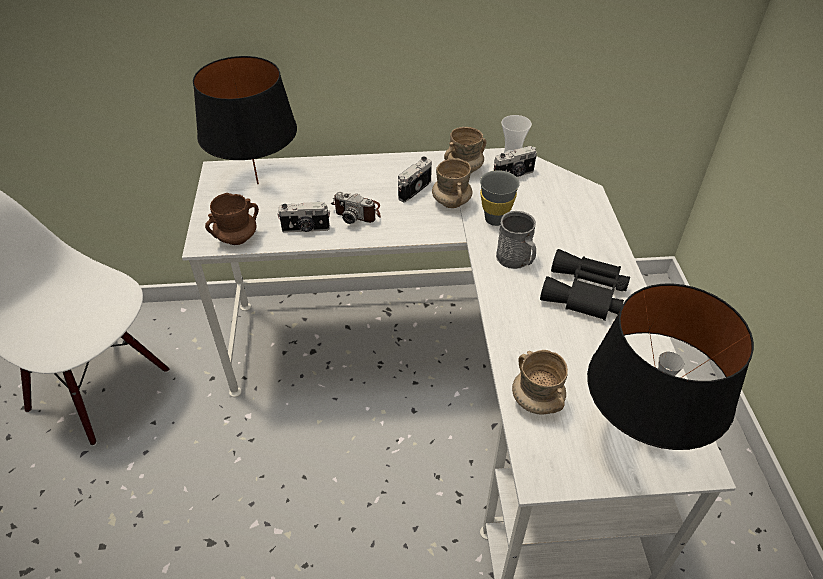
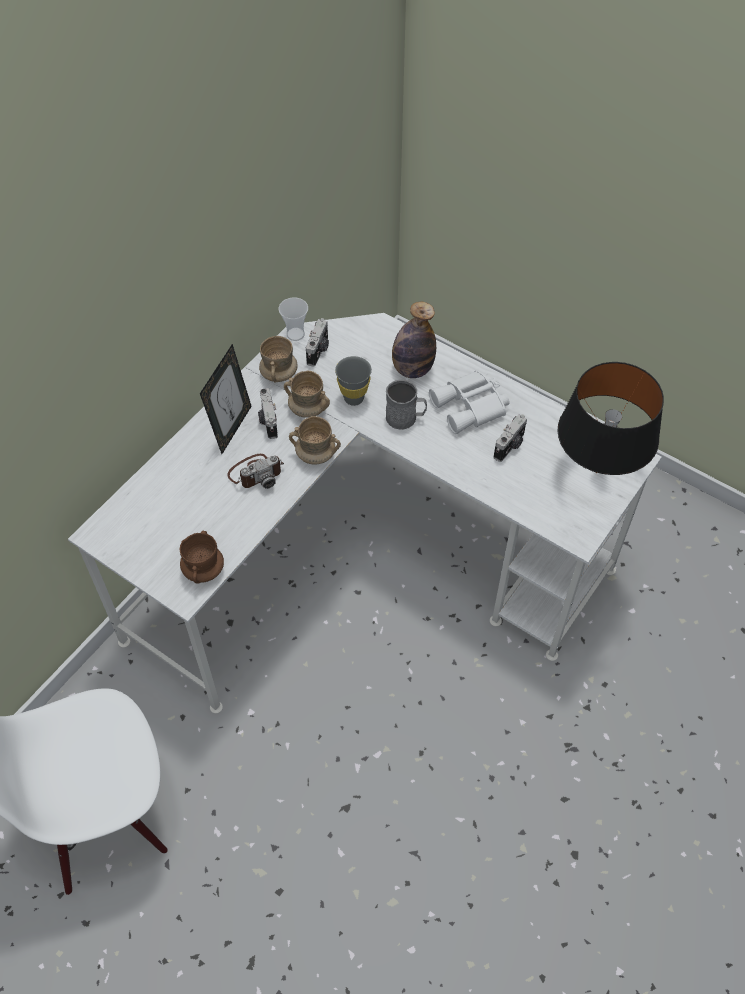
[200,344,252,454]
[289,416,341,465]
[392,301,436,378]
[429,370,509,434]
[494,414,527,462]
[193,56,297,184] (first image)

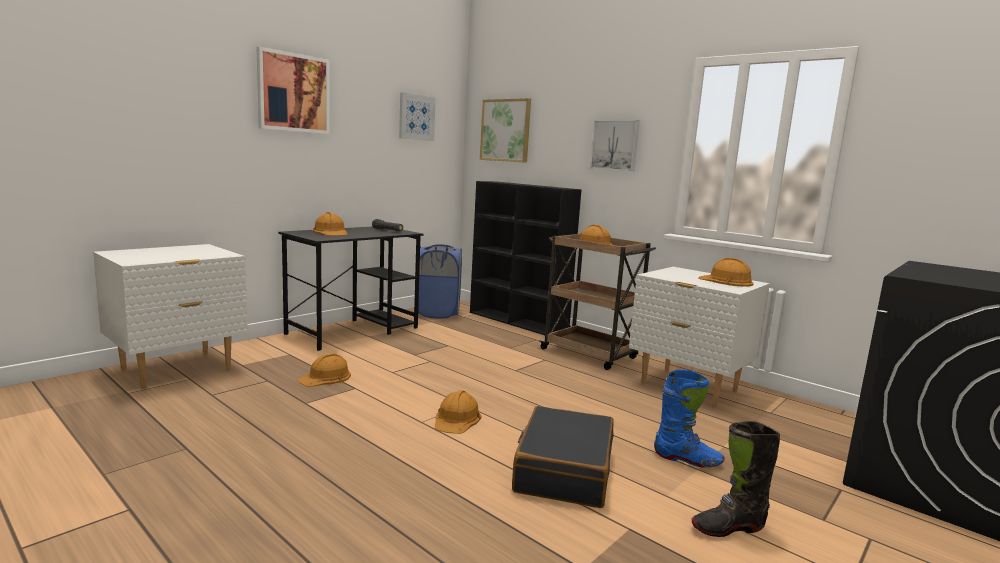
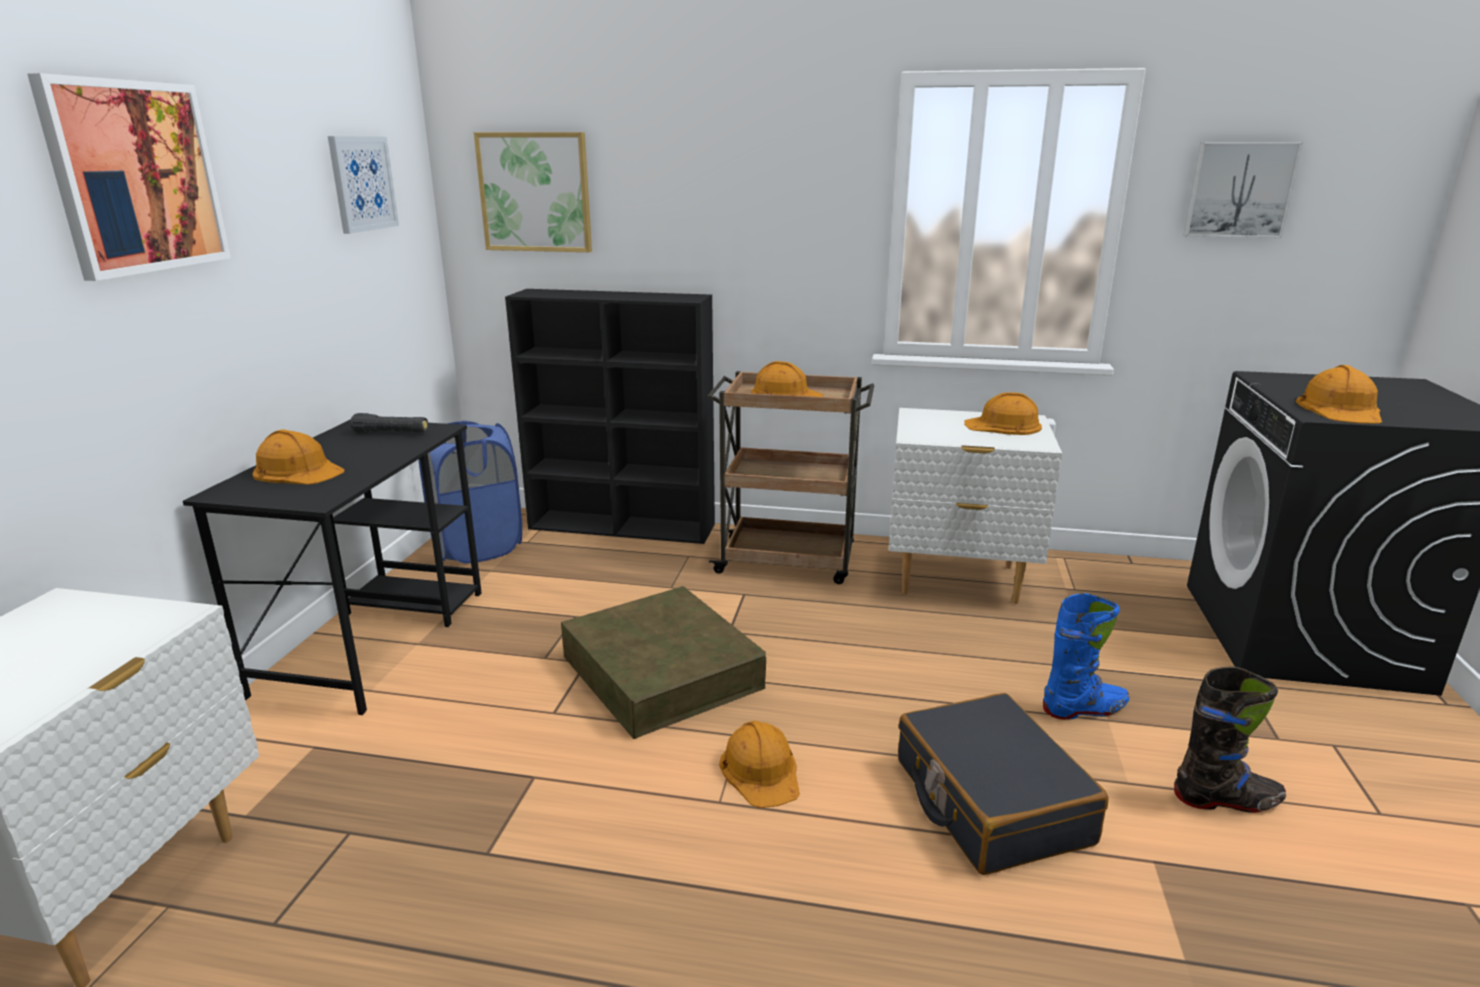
[561,586,766,739]
[1174,667,1286,813]
[1183,142,1303,238]
[1296,365,1382,424]

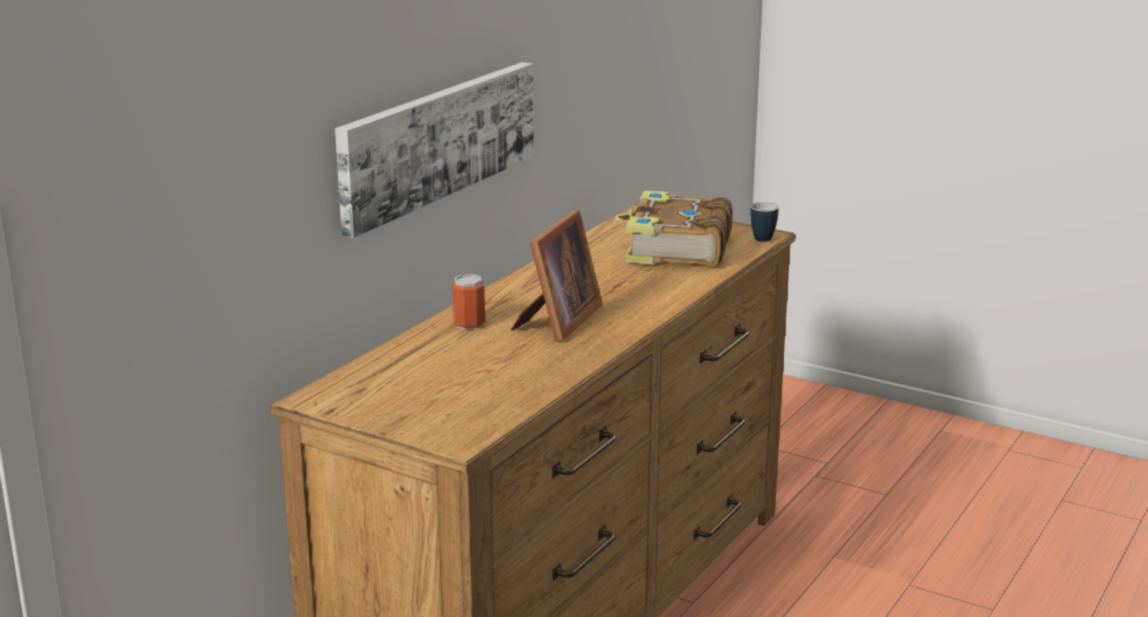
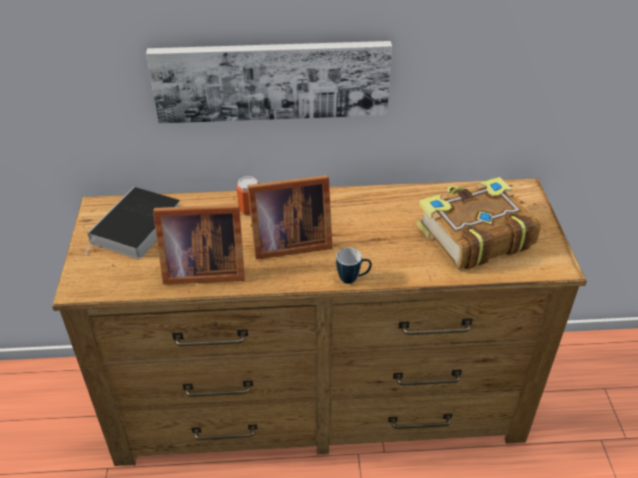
[84,187,180,259]
[153,204,245,285]
[336,247,372,284]

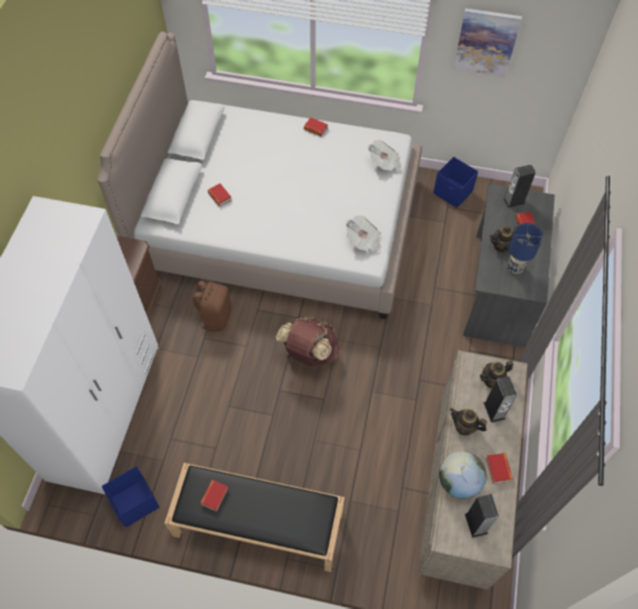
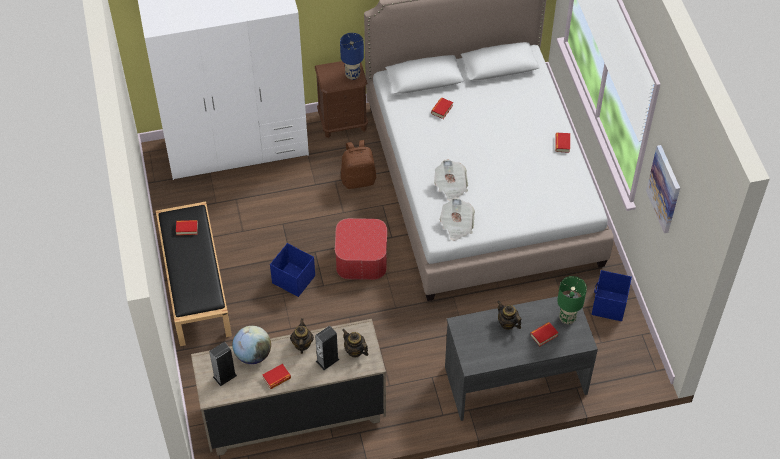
[270,243,315,297]
[335,218,387,280]
[340,33,364,80]
[434,159,468,201]
[557,276,587,324]

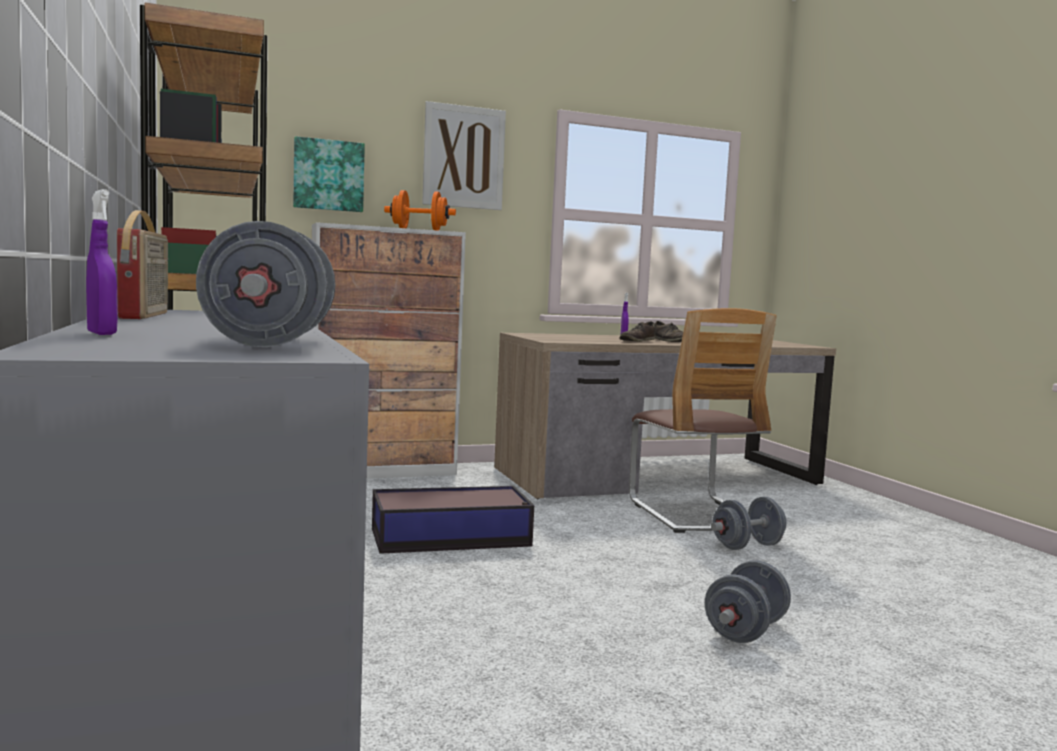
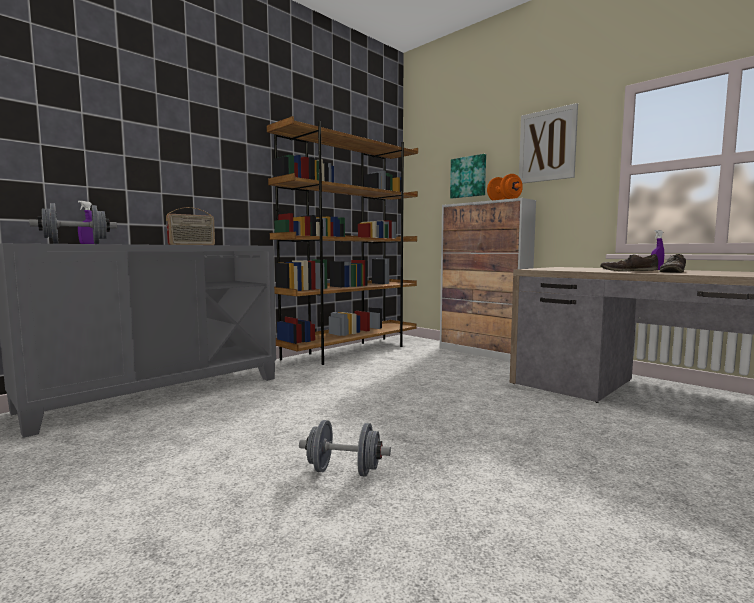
[372,486,534,554] (first image)
[629,308,777,533] (first image)
[711,497,786,550] (first image)

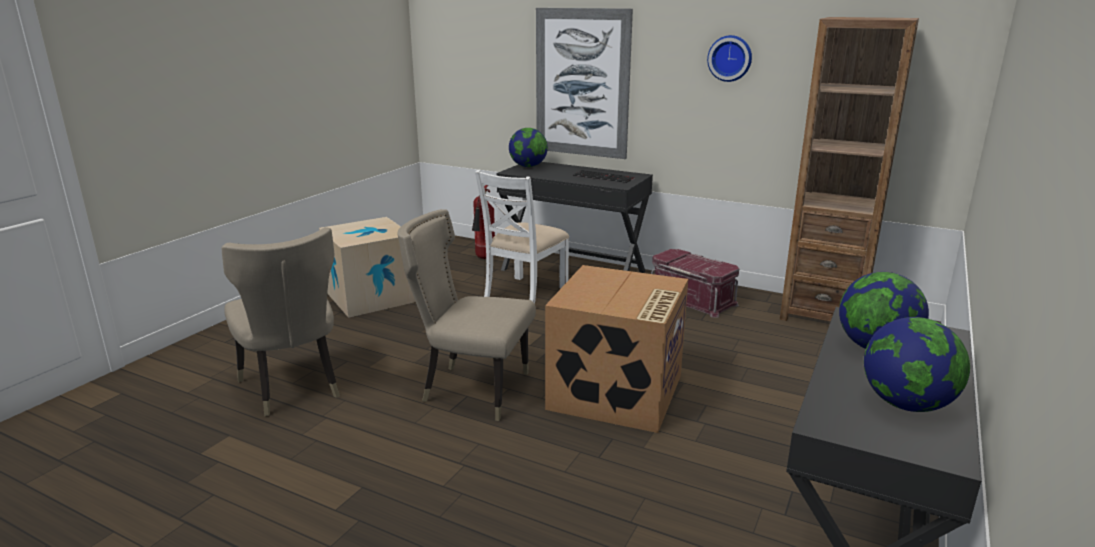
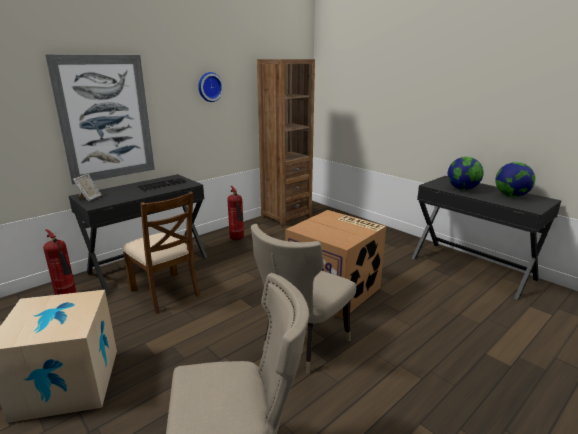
[73,174,102,201]
[122,191,200,314]
[227,186,244,240]

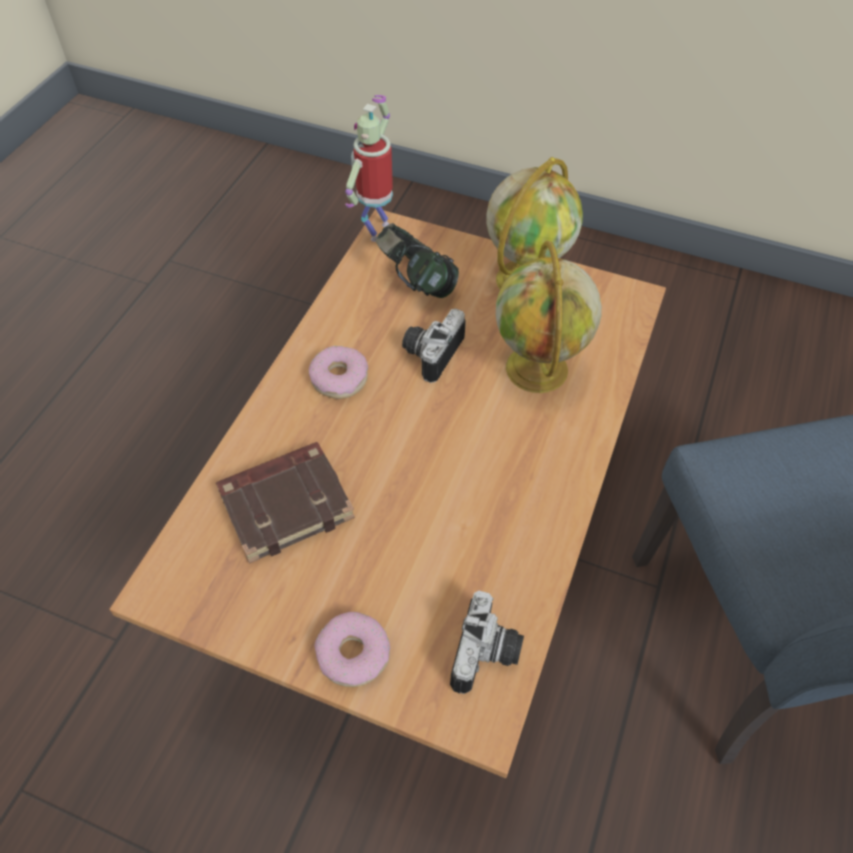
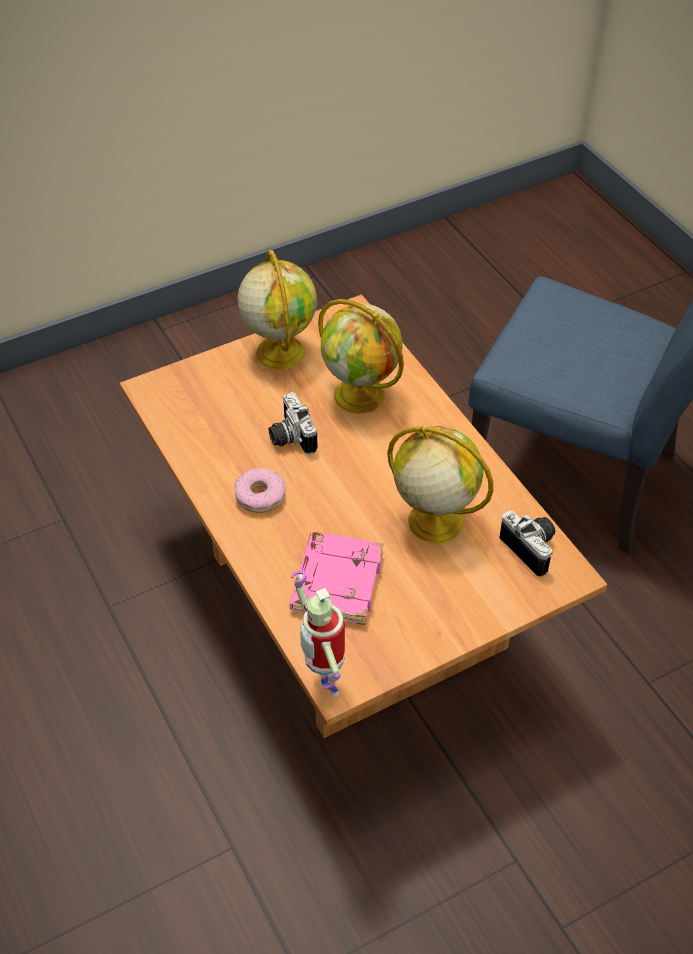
[290,532,383,625]
[291,571,345,697]
[387,426,494,544]
[314,612,390,687] (first image)
[375,223,459,298] (first image)

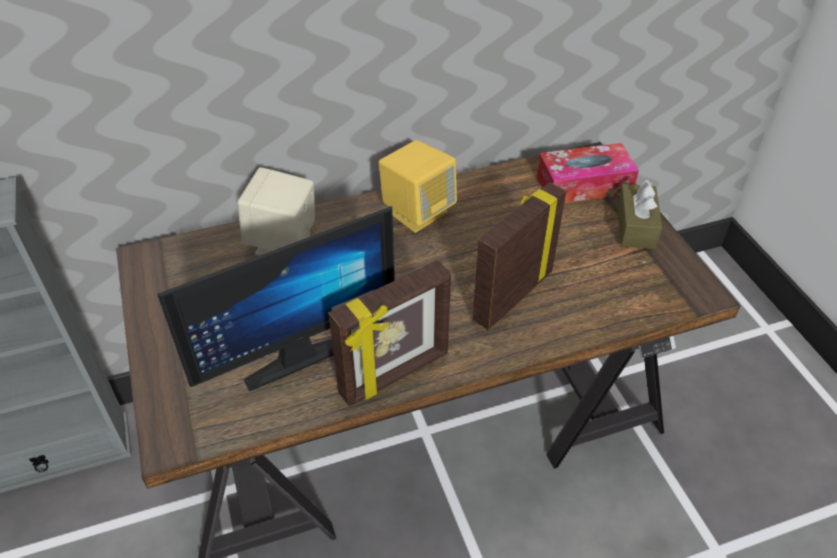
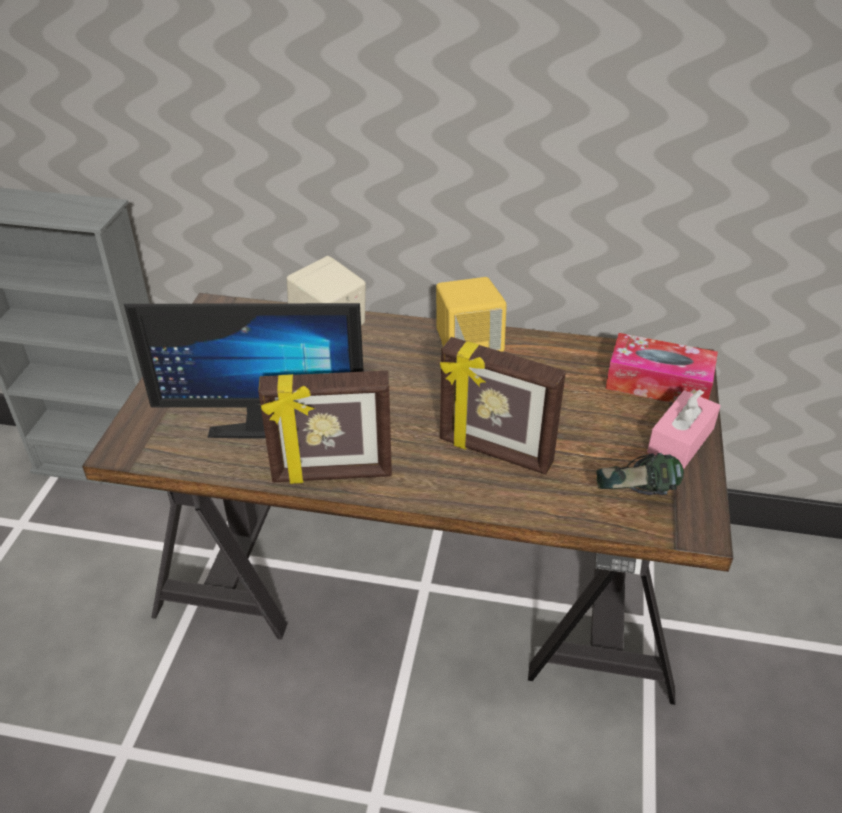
[440,337,566,475]
[596,453,684,495]
[647,389,721,469]

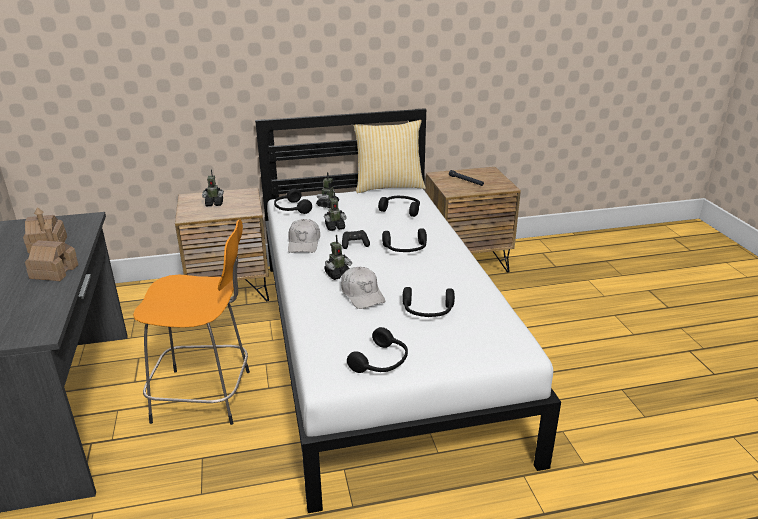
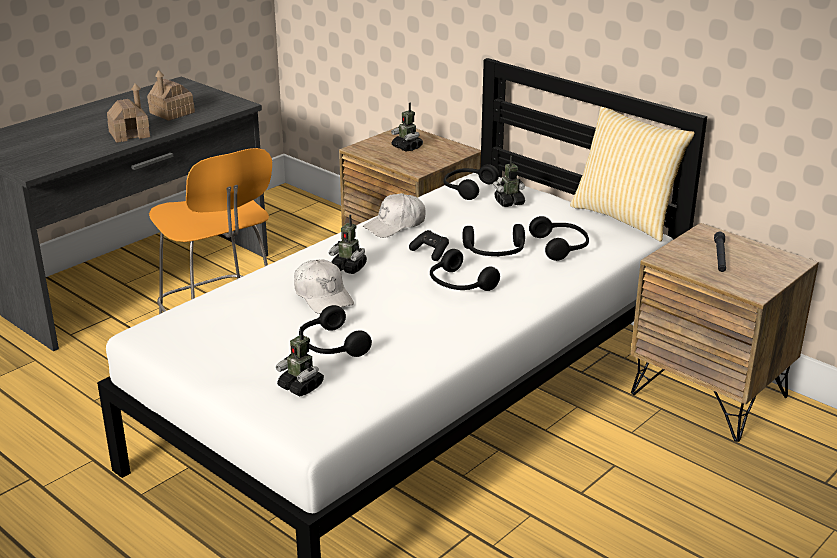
[276,326,324,397]
[294,260,354,314]
[463,224,525,256]

